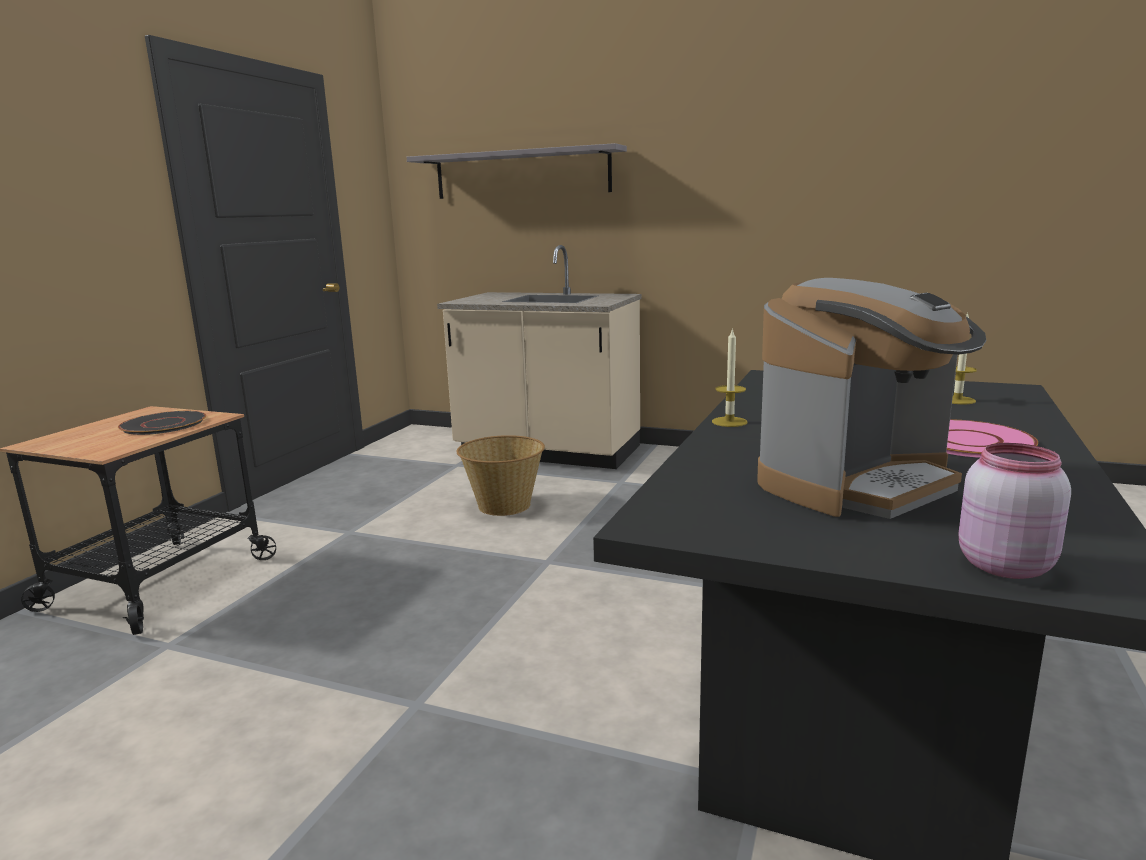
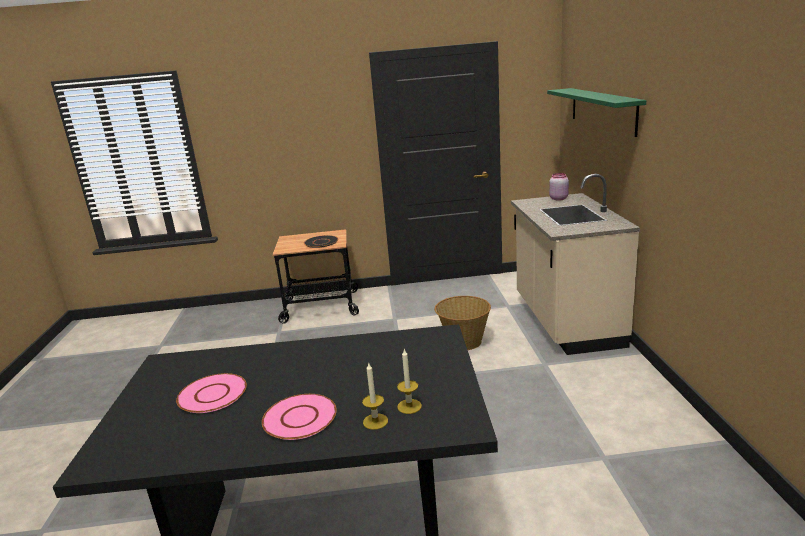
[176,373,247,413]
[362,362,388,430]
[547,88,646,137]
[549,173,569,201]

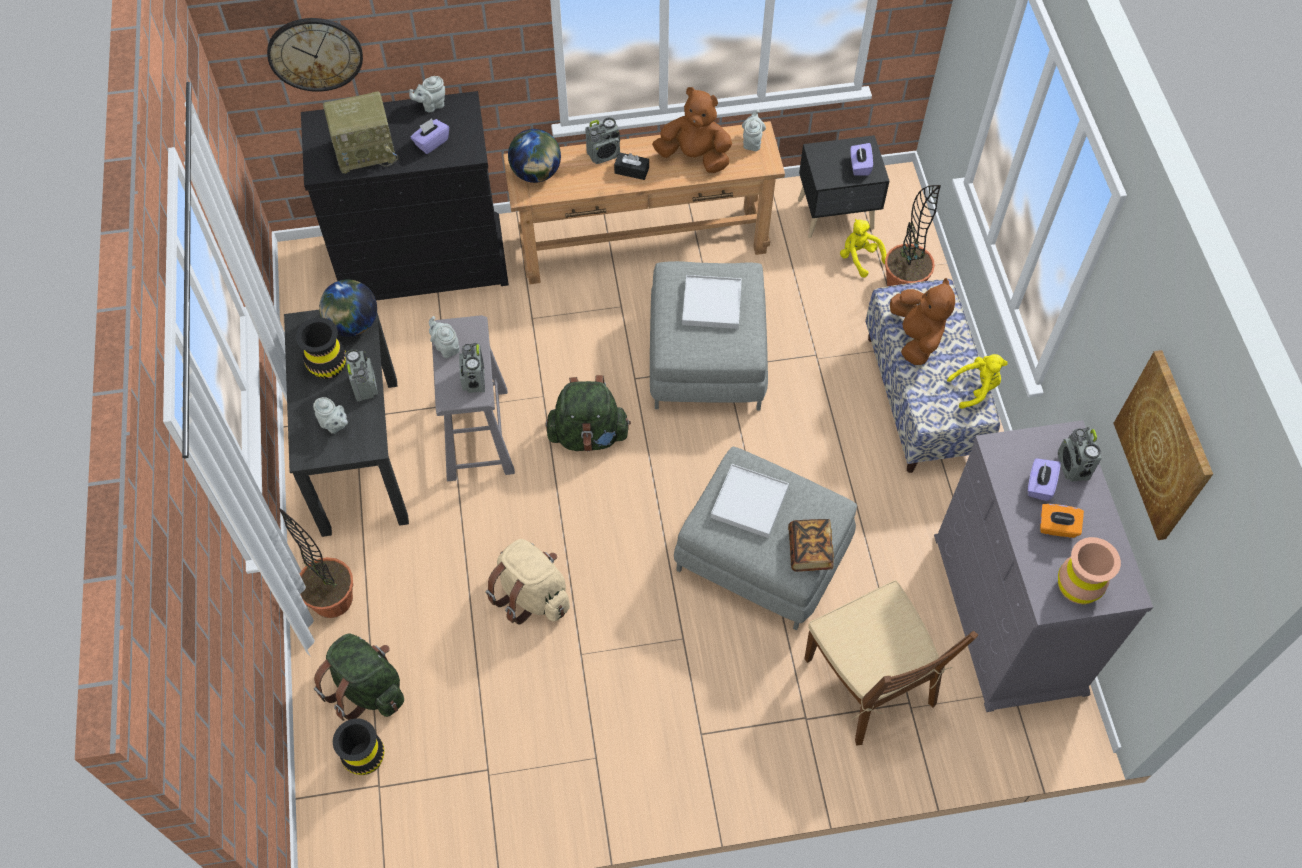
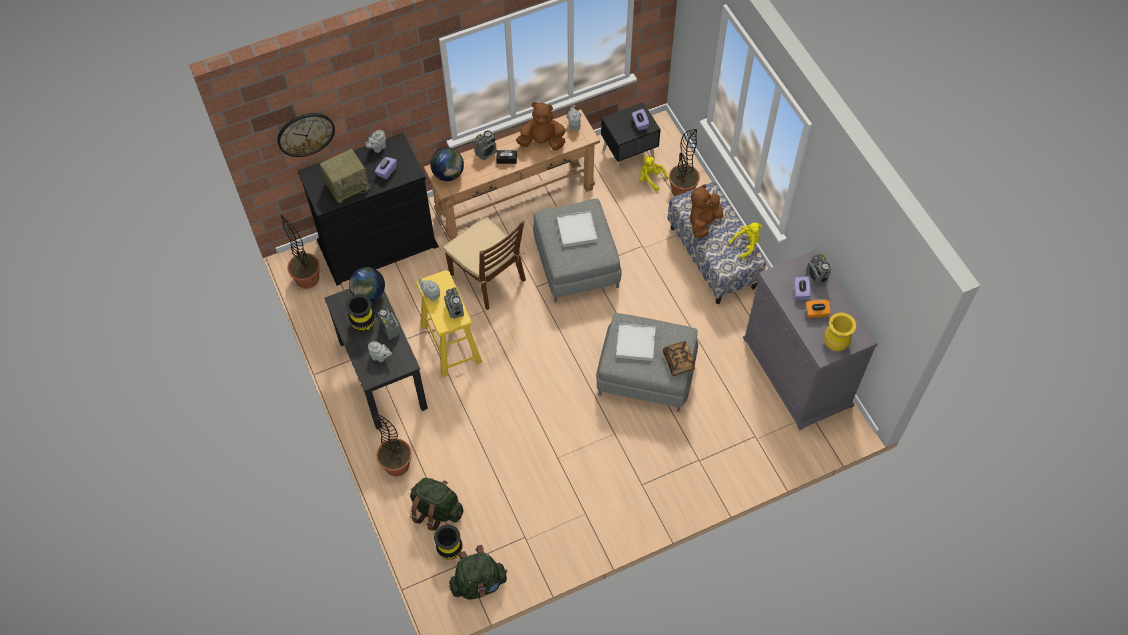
[280,214,320,288]
[416,270,482,377]
[443,216,526,310]
[449,545,508,600]
[690,184,723,238]
[824,313,856,351]
[486,539,570,624] (first image)
[1114,350,1213,540] (first image)

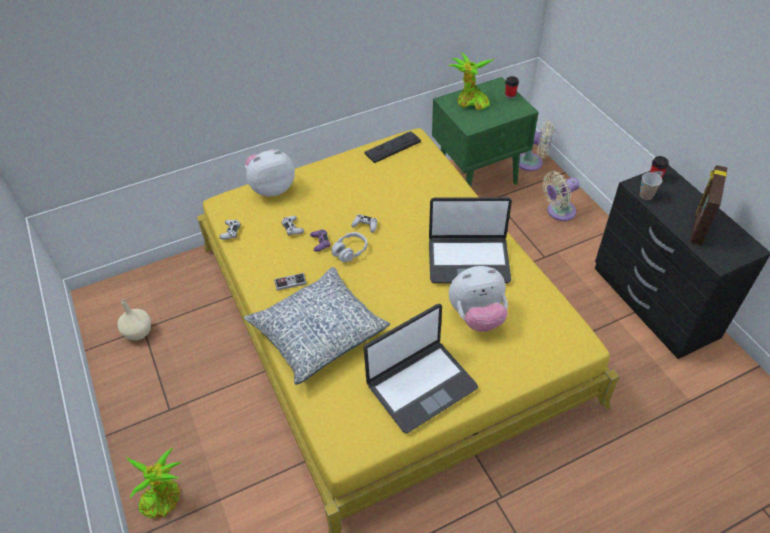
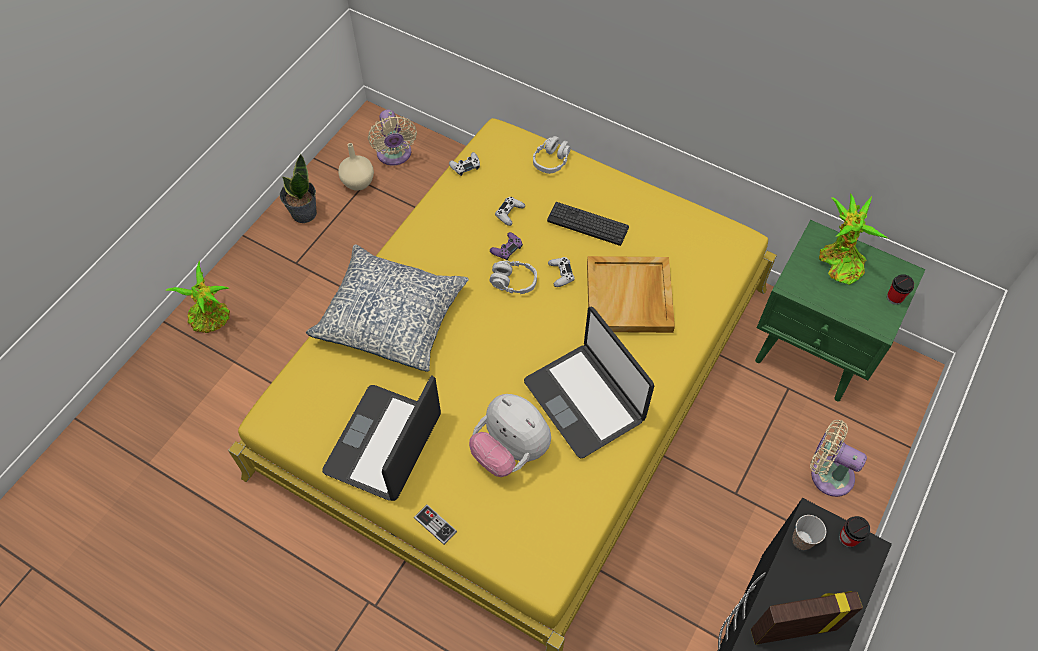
[280,154,317,223]
[322,375,441,501]
[368,110,417,166]
[414,504,457,545]
[533,136,571,174]
[547,202,629,246]
[587,256,675,333]

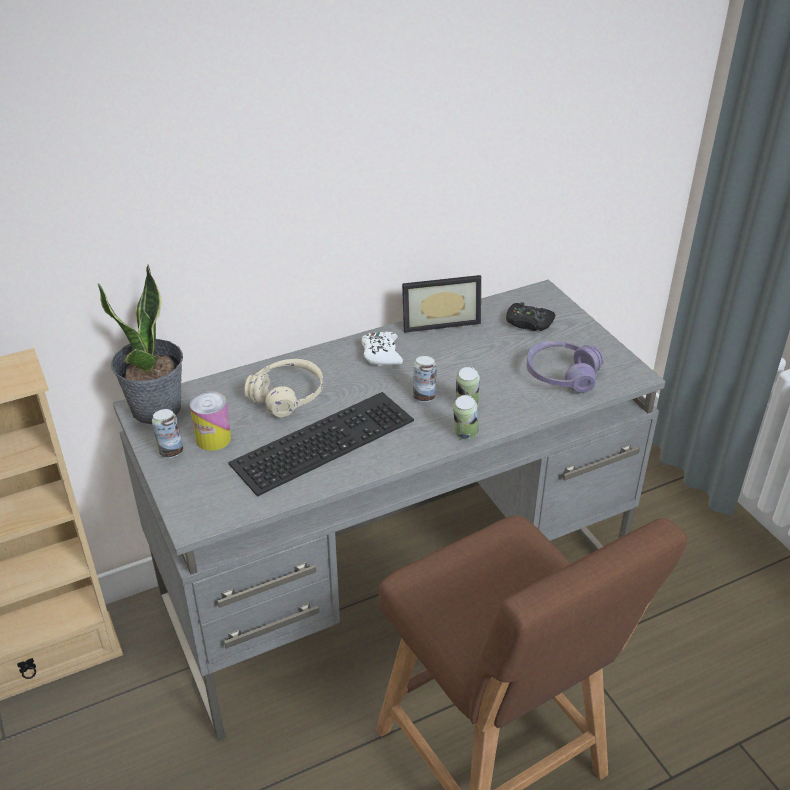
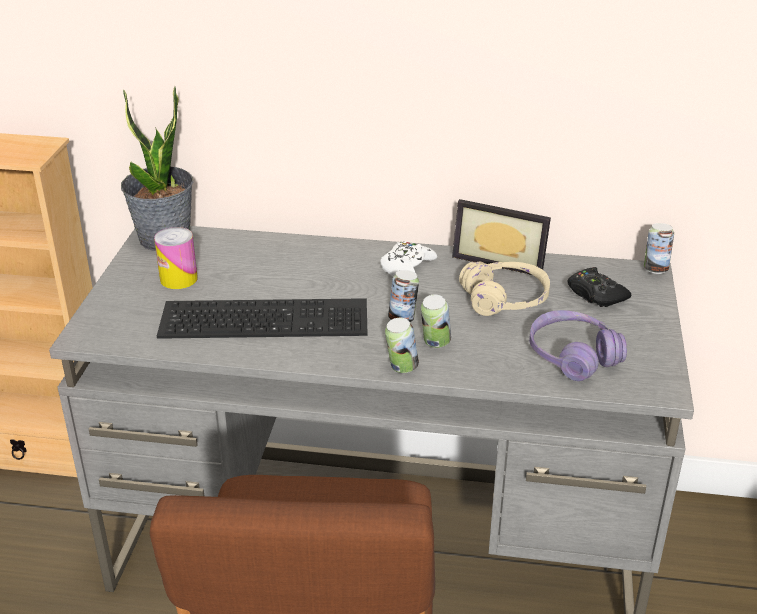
[459,261,550,316]
[644,223,674,274]

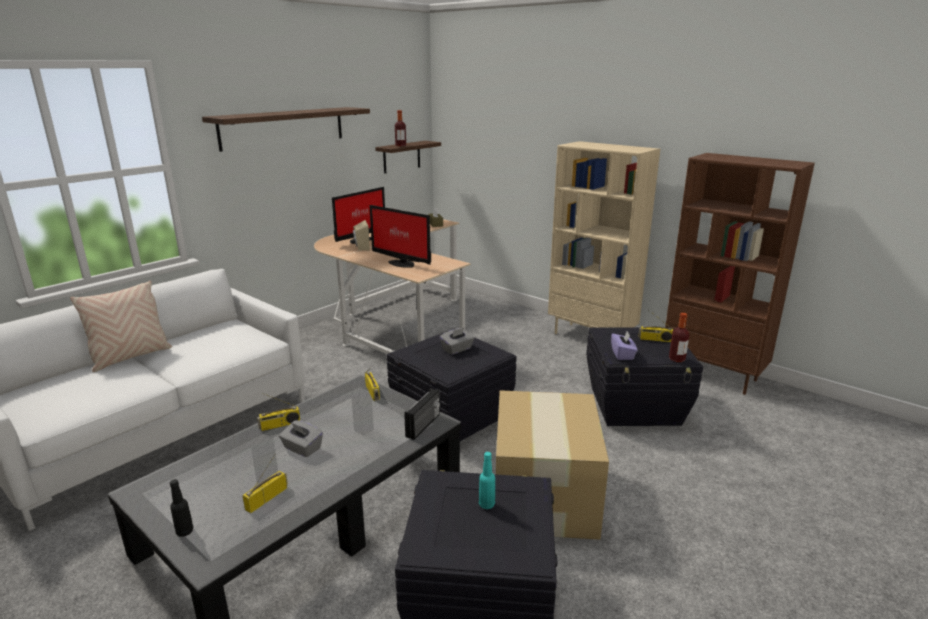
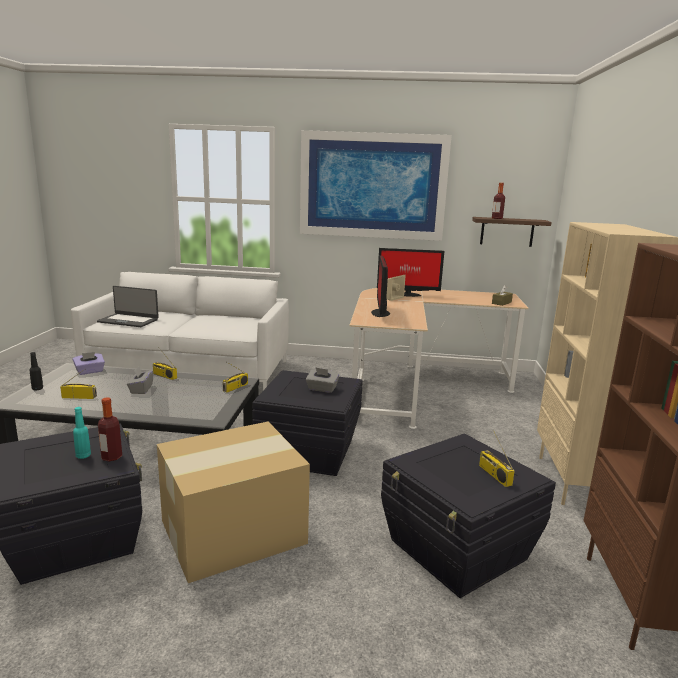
[72,352,105,375]
[97,286,159,327]
[98,397,122,461]
[300,130,452,241]
[70,280,172,372] (first image)
[404,388,440,440] (first image)

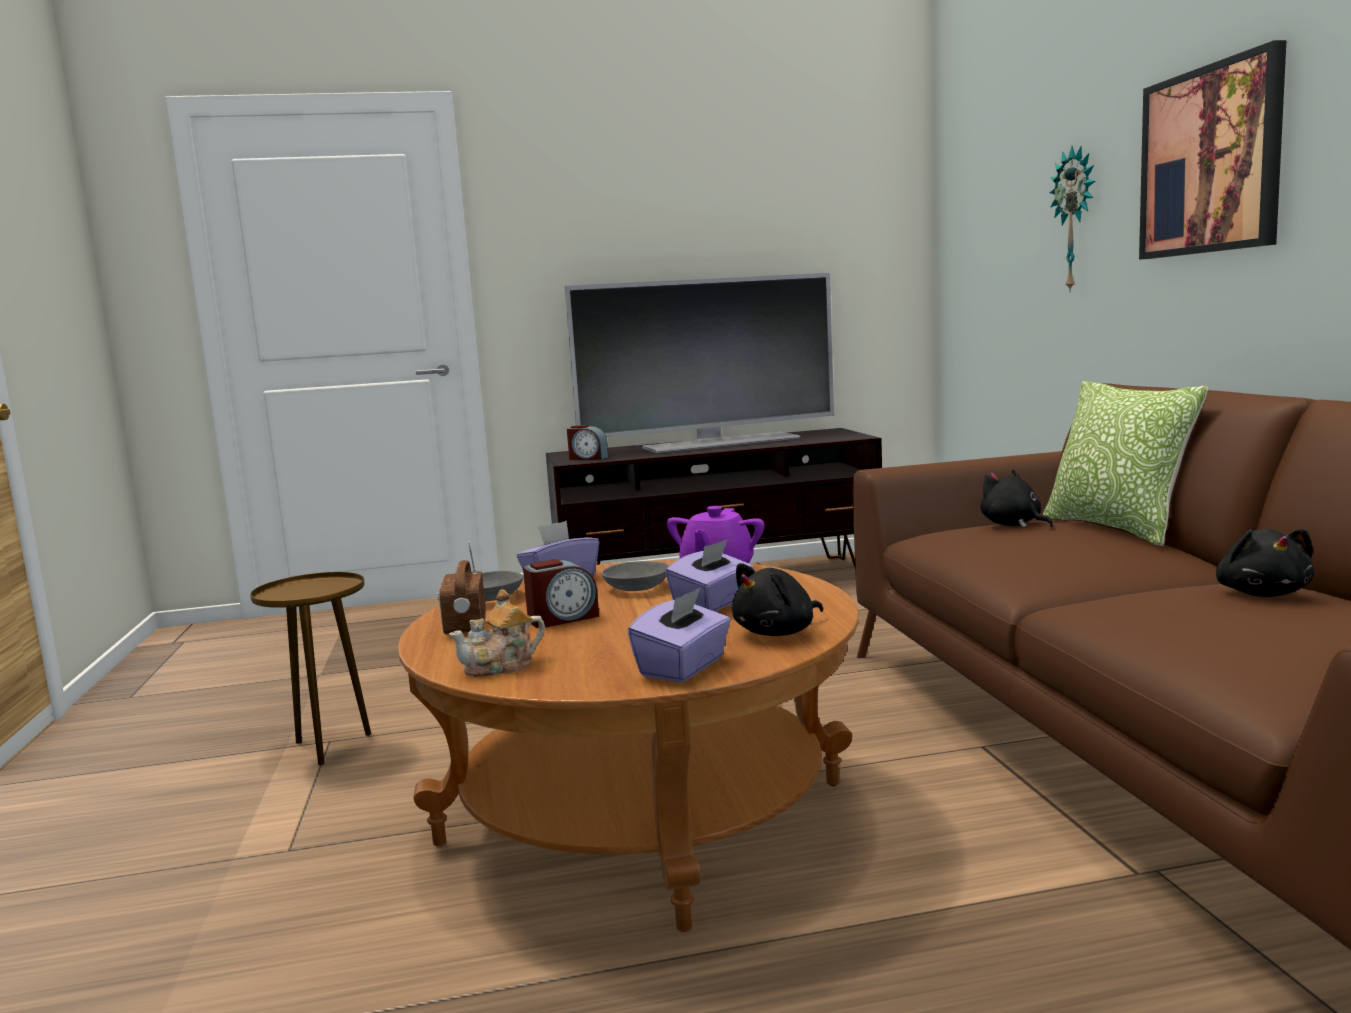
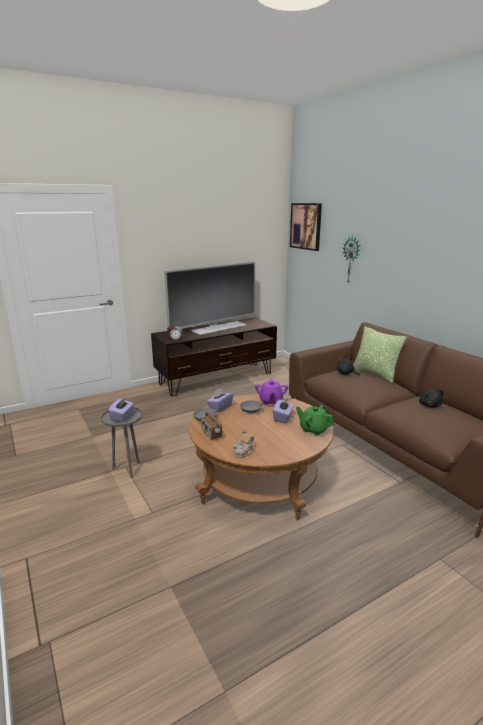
[101,407,142,478]
[108,397,134,422]
[290,203,322,251]
[296,405,334,436]
[523,559,599,628] (first image)

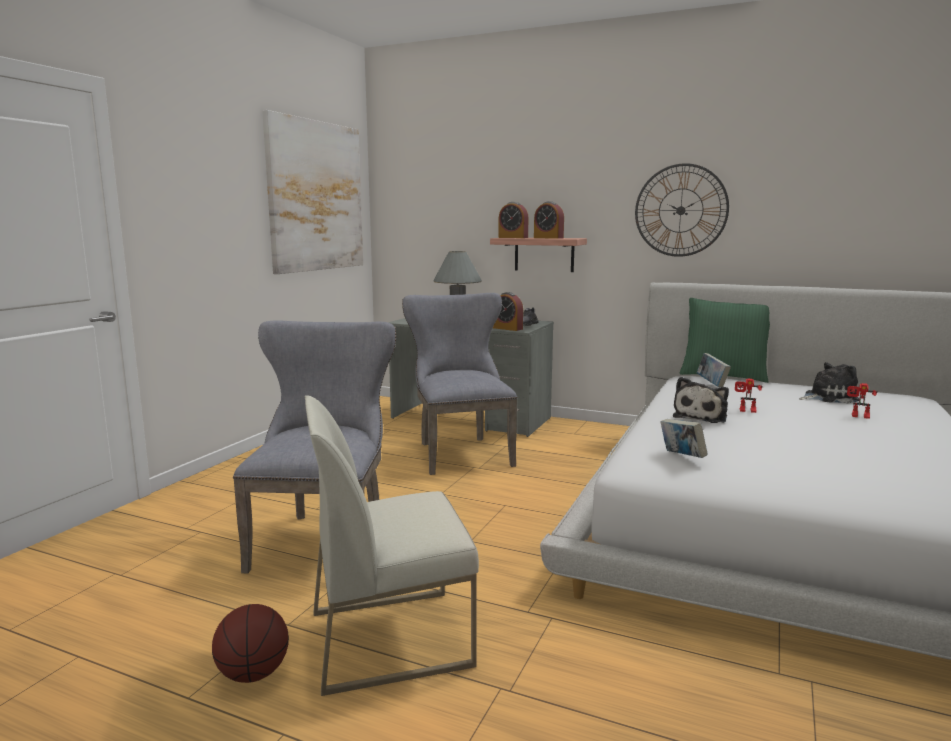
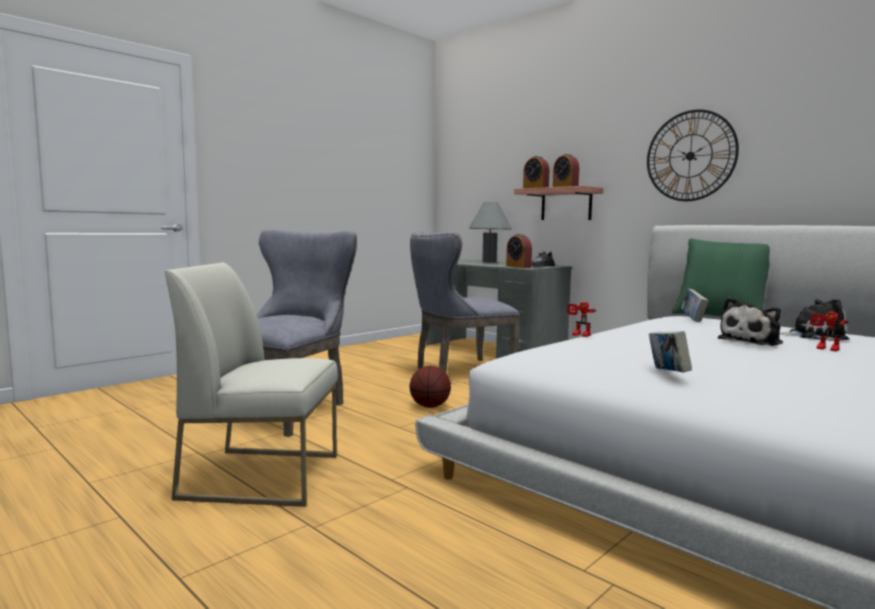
[410,230,520,373]
[410,366,451,408]
[567,302,596,337]
[649,331,692,372]
[718,297,783,346]
[262,110,363,274] (first image)

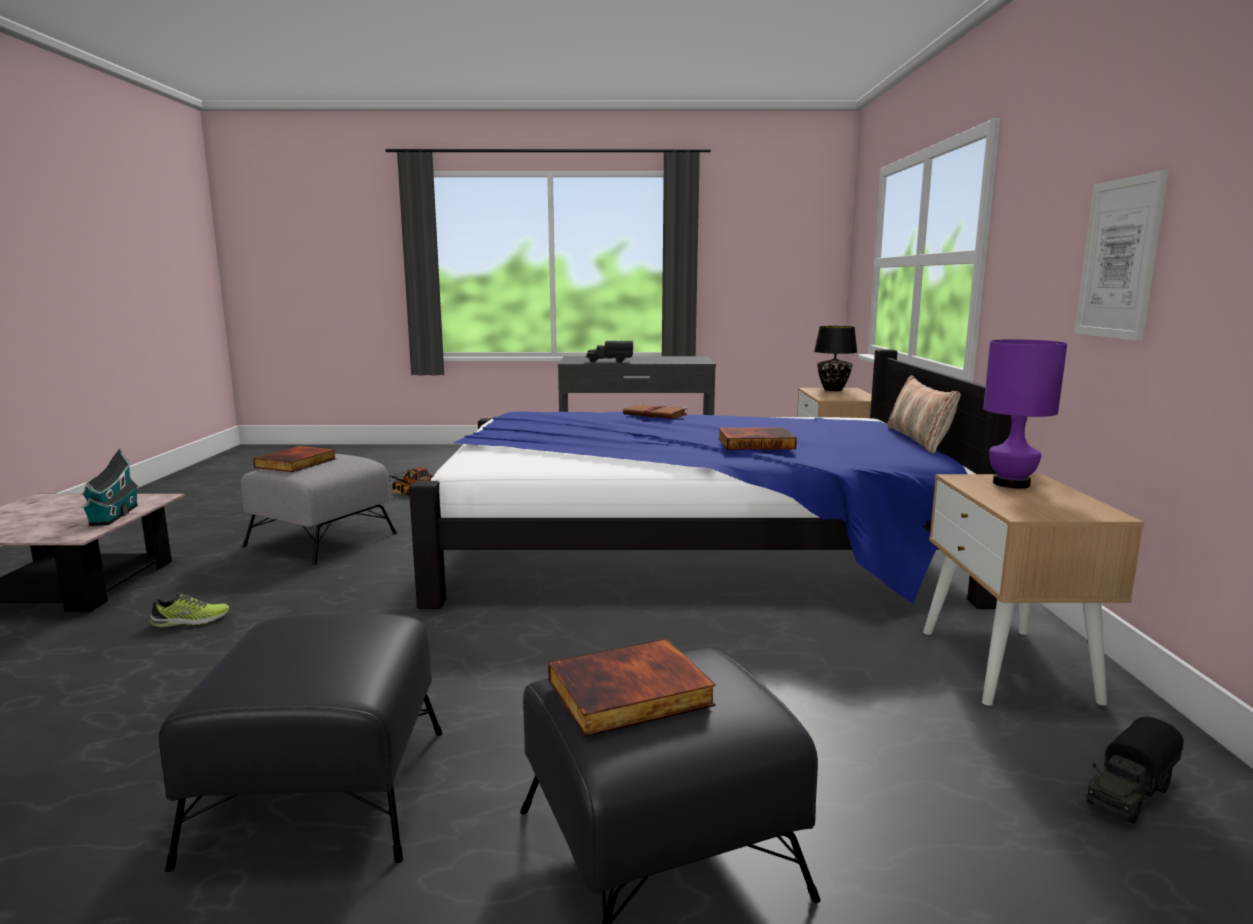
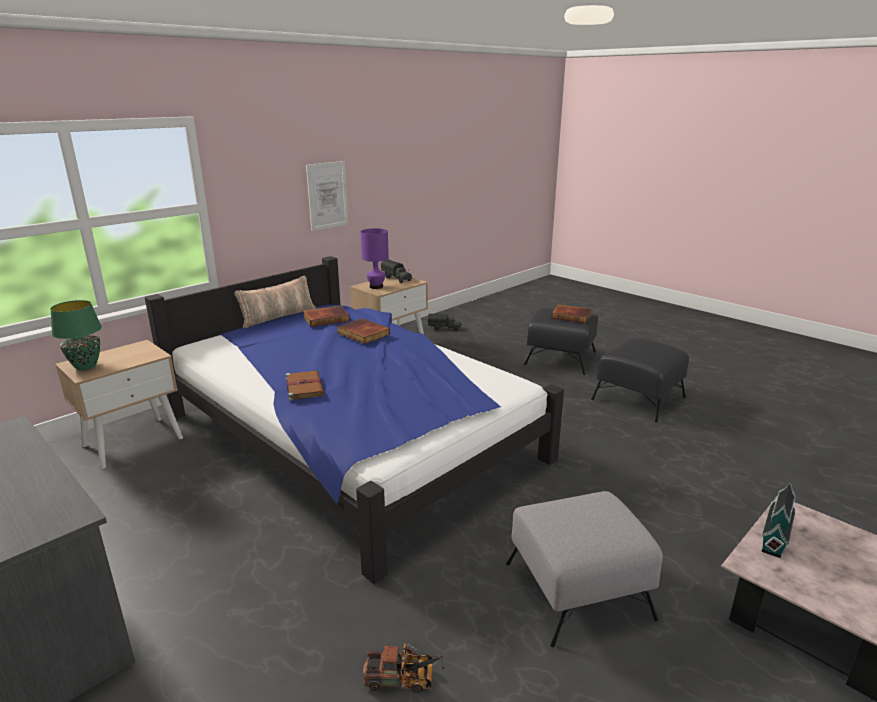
[50,300,102,370]
[303,306,350,327]
[381,259,412,283]
[150,593,229,628] (first image)

